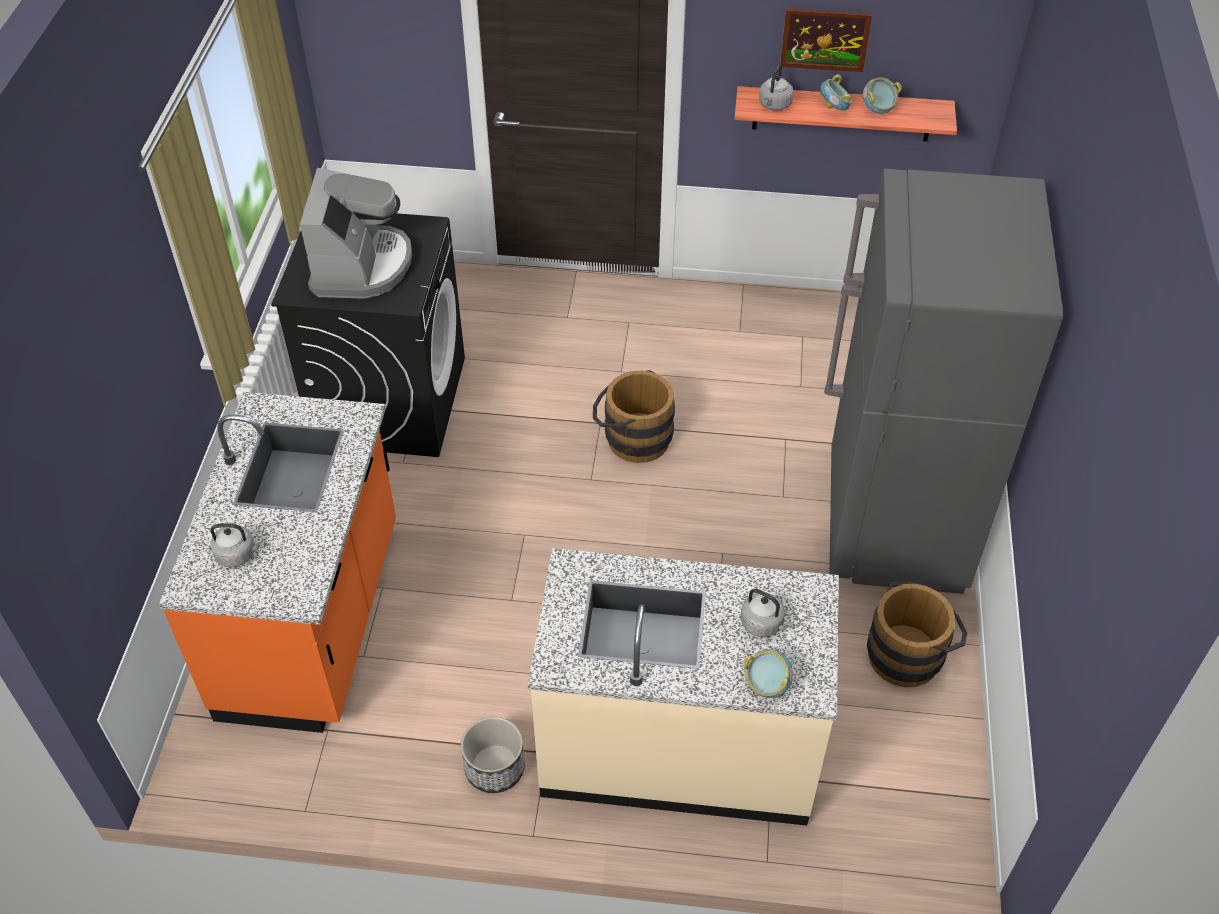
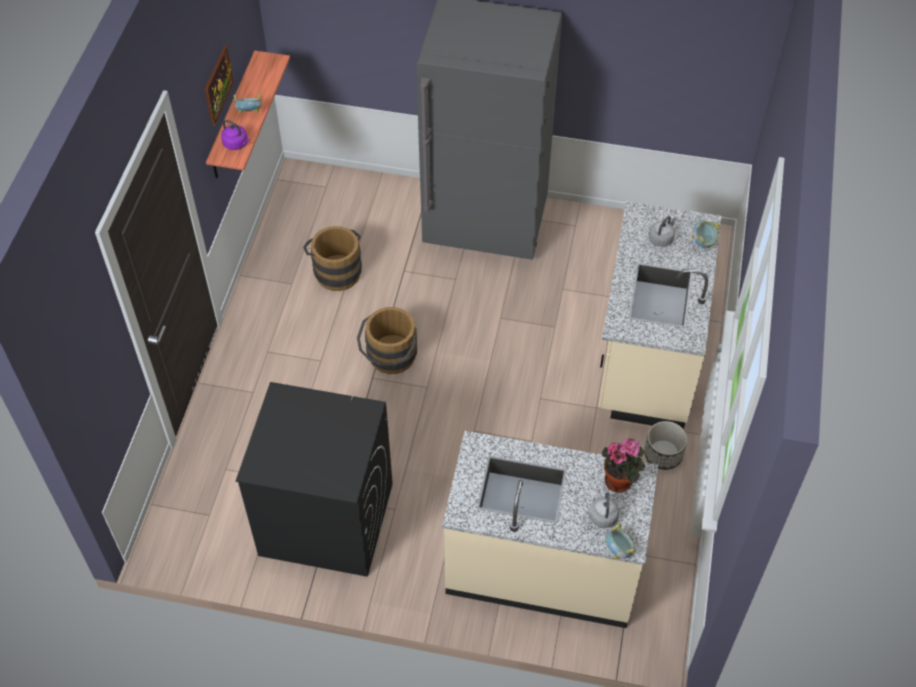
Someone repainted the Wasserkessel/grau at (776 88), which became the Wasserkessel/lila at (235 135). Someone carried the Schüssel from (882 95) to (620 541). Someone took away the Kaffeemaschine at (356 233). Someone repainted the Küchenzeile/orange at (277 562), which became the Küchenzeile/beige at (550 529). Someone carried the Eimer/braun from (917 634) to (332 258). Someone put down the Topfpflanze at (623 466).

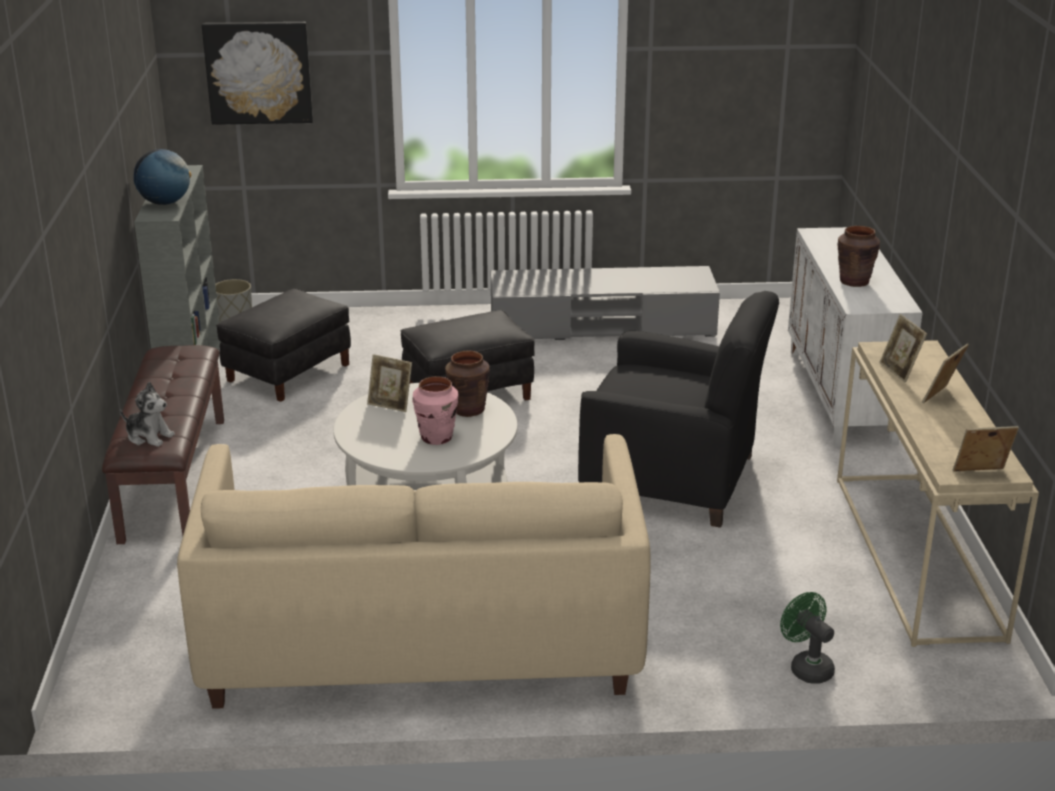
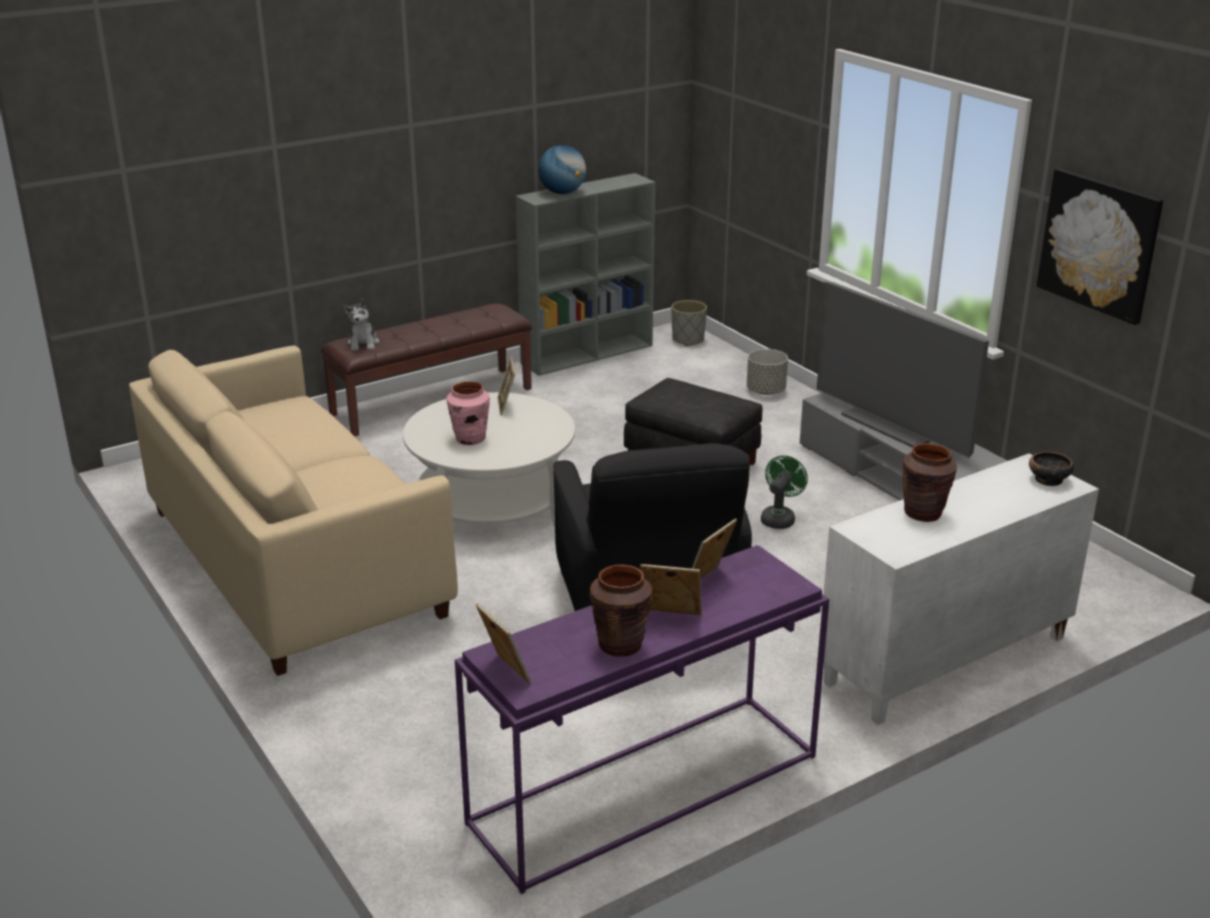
Someone carried the Bild from (257 73) to (1099 246). Someone took away the Polsterhocker/schwarz at (283 345). Someone repainted the Konsolentisch/beige at (938 493), which became the Konsolentisch/lila at (642 719). Someone carried the Vase/braun from (467 384) to (621 611). Someone carried the Ventilator/grün from (807 638) to (784 492). Someone put down the Fernseher at (903 370). Someone put down the Pflanzkübel/grau at (767 372). Someone put down the Schüssel at (1051 469).

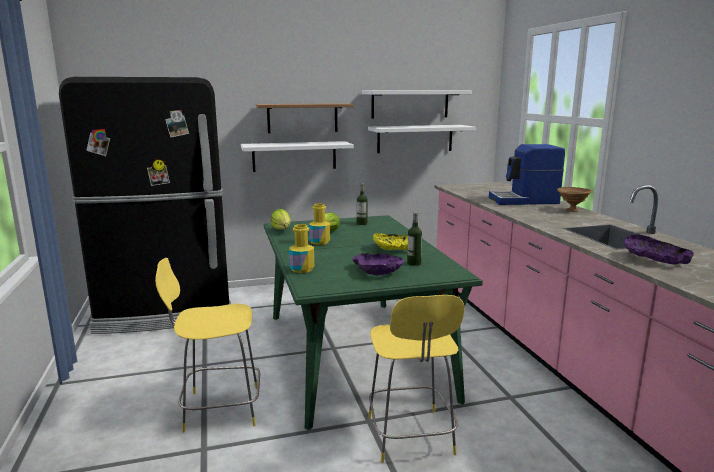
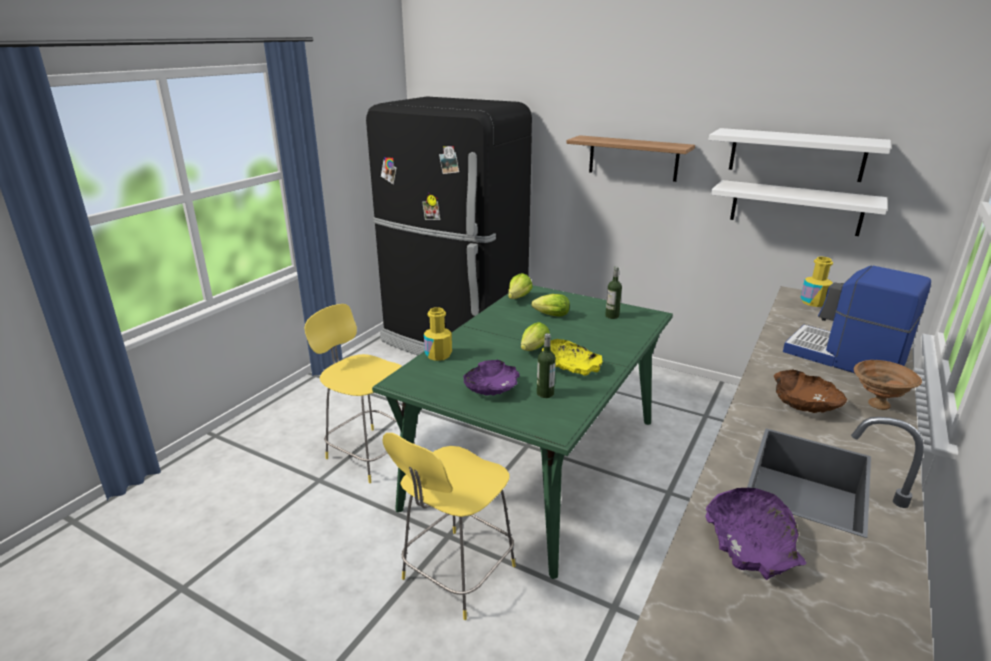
Someone took away the Wandregal/weiß at (297 156). Someone carried the Flasche/gelb from (319 224) to (817 282). Someone put down the Salatkopf at (535 336). Someone put down the Schüssel/braun at (810 391).

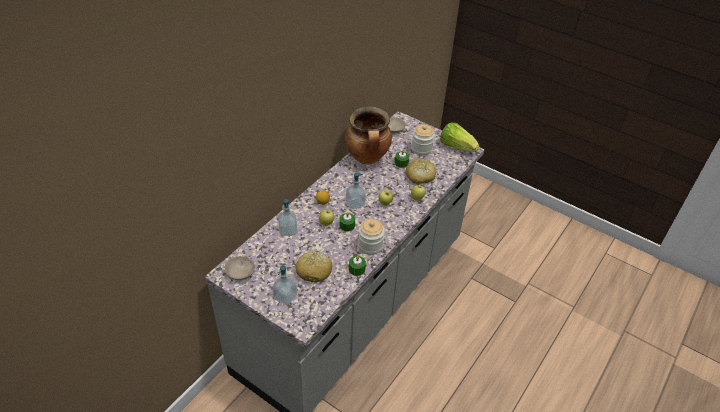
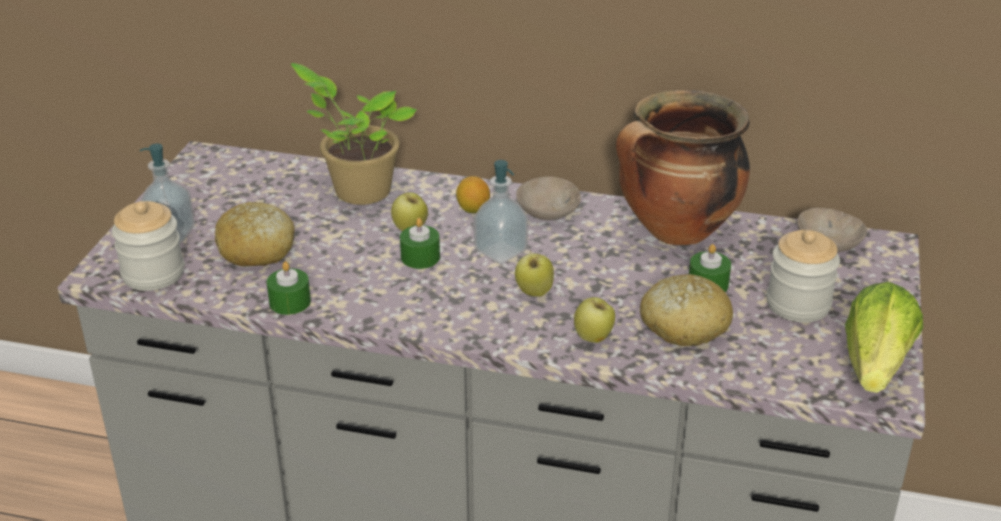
Someone swapped the Seifenspender at (287 217) for the Topfpflanze at (354 134). Someone carried the Vorratsglas from (371 237) to (148 246). Someone carried the Schüssel/beige from (240 268) to (548 198).

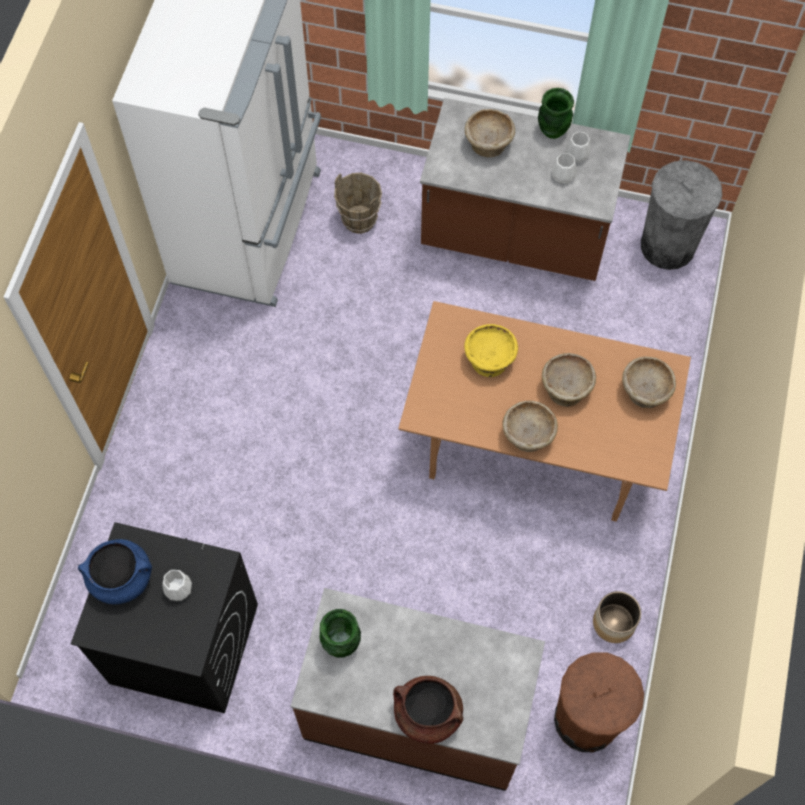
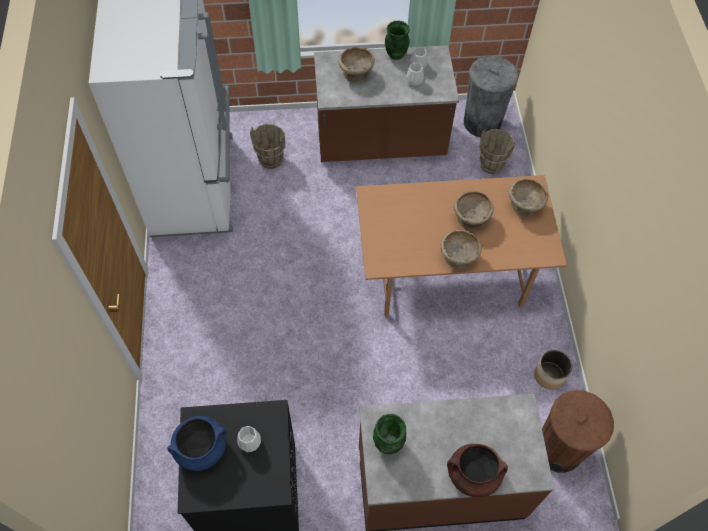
Someone took away the Schüssel/gelb at (491 350). Someone put down the Eimer/braun at (497 151).

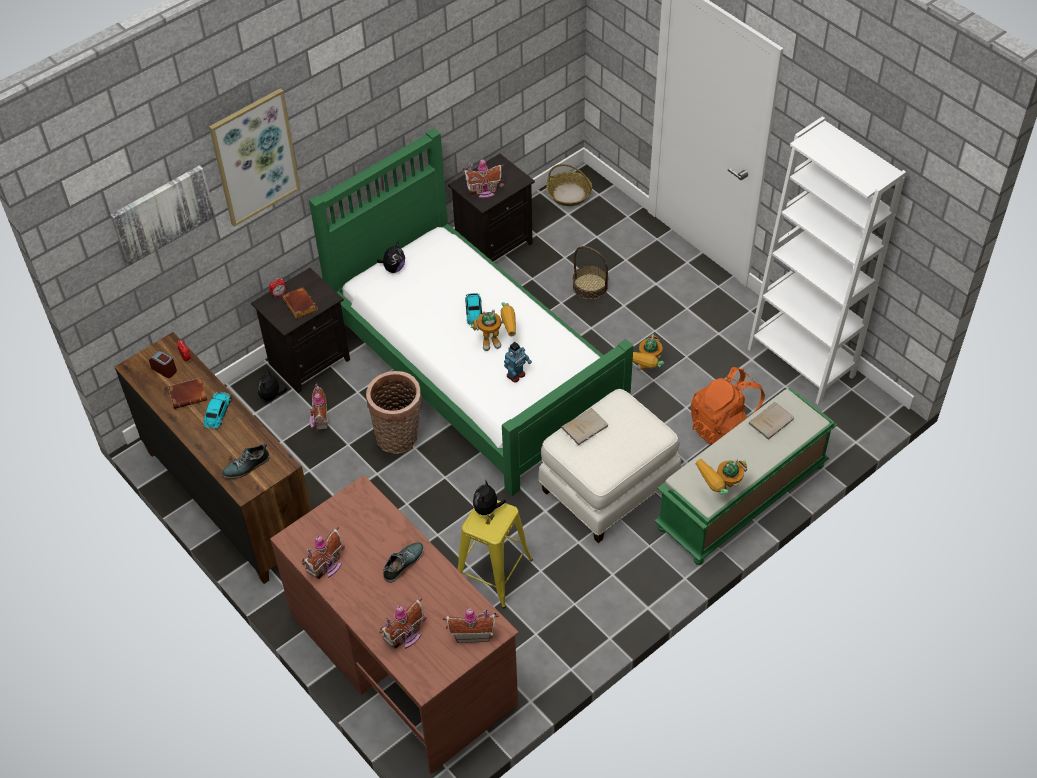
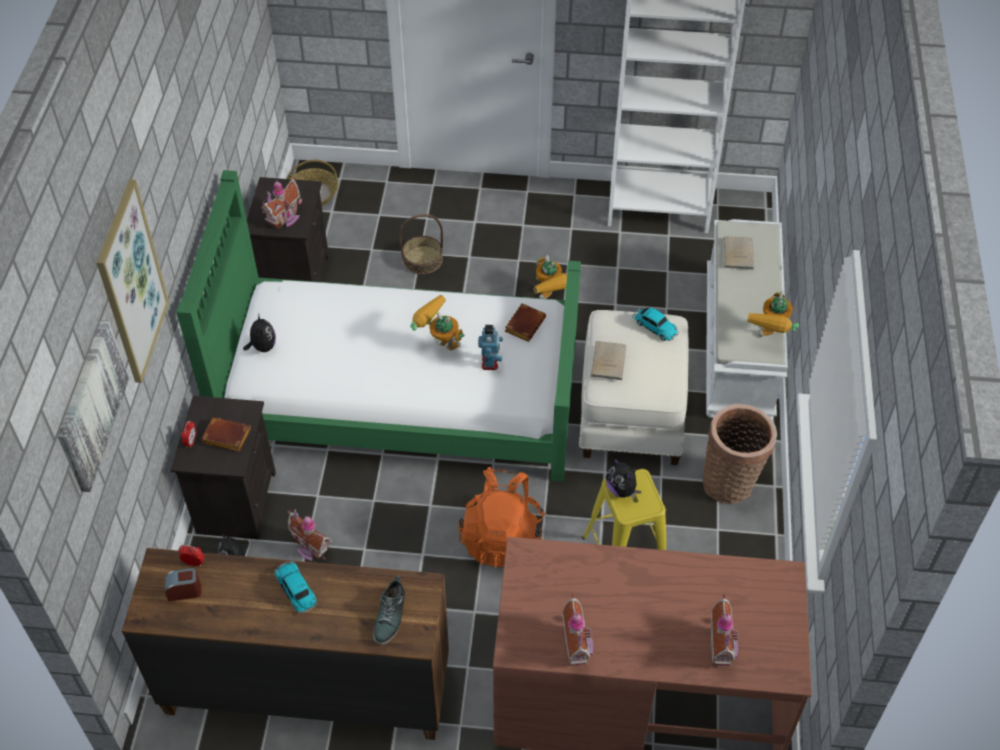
Someone carried the Spielzeugauto from (473 309) to (656 324). Someone rotated the Spielzeugroboter at (493 326) by 90 degrees counterclockwise. Someone carried the Rucksack/orange from (728 406) to (502 517). Someone carried the Korb from (394 412) to (740 454). Someone carried the Buch/braun from (187 393) to (525 322). Someone repainted the Bank/grün at (745 476), which became the Bank/weiß at (747 319). Someone took away the Schuh at (403 563). Someone took away the Spielzeughaus at (471 625).

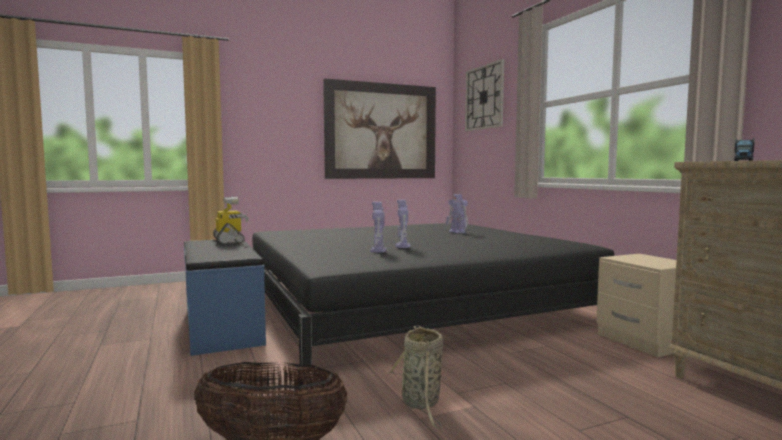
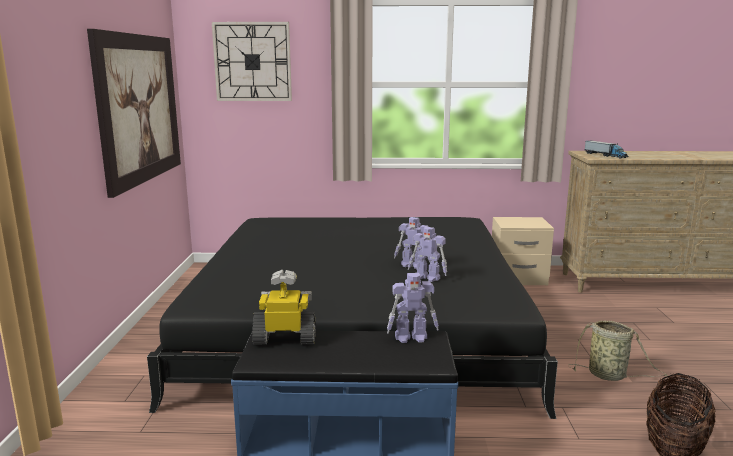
Someone carried the Spielzeugroboter from (457 213) to (413 308).

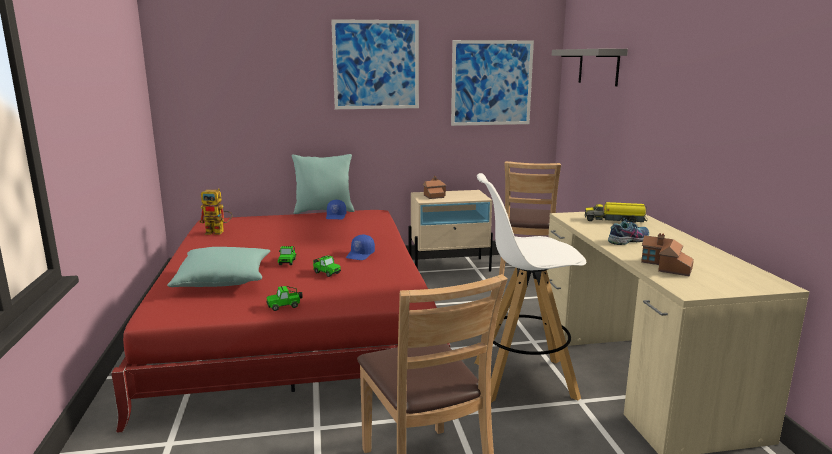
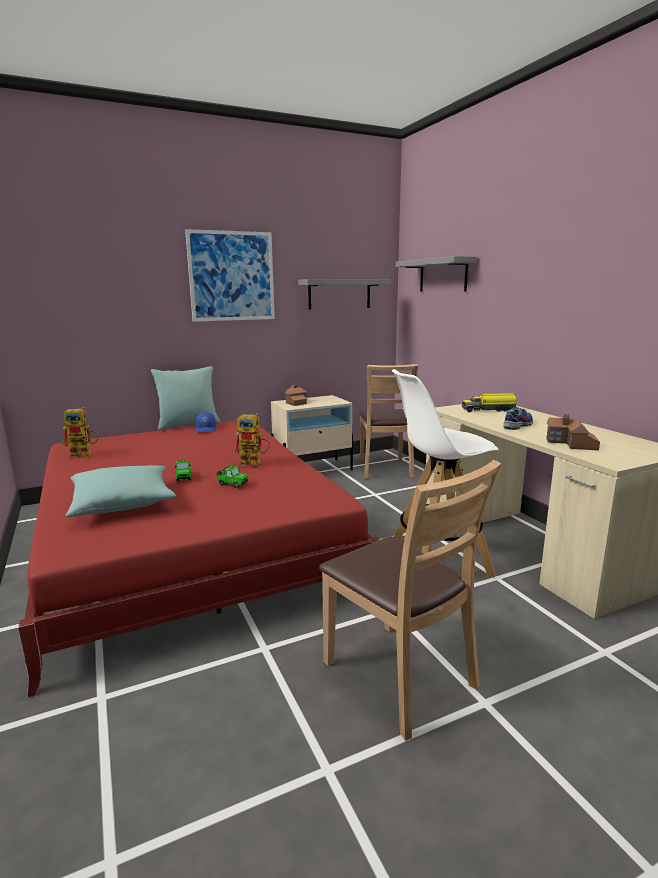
Someone swapped the Bild at (492 83) for the Wandregal/grau at (344 294). Someone swapped the Kappe/blau at (360 247) for the Spielzeugroboter at (252 440). Someone took away the Spielzeugauto at (284 298).

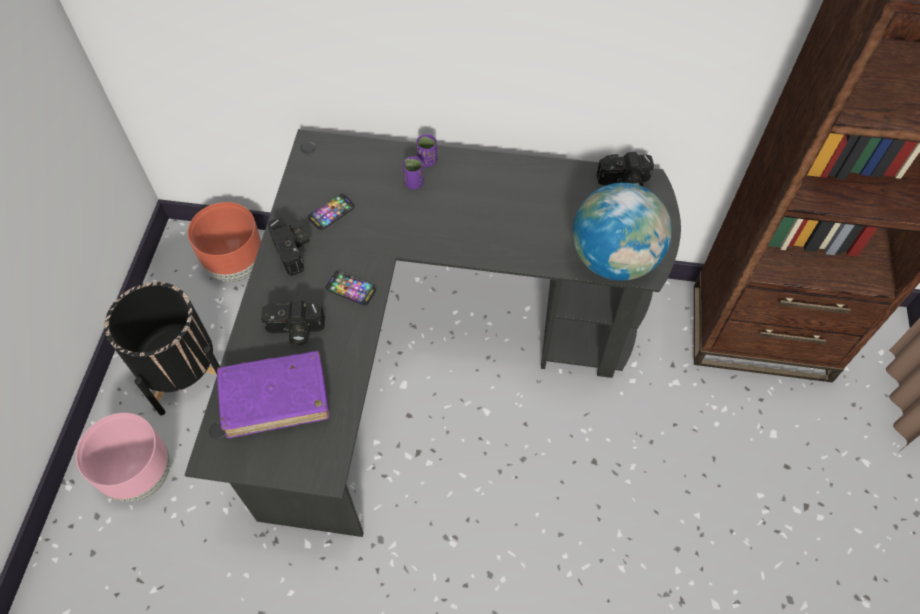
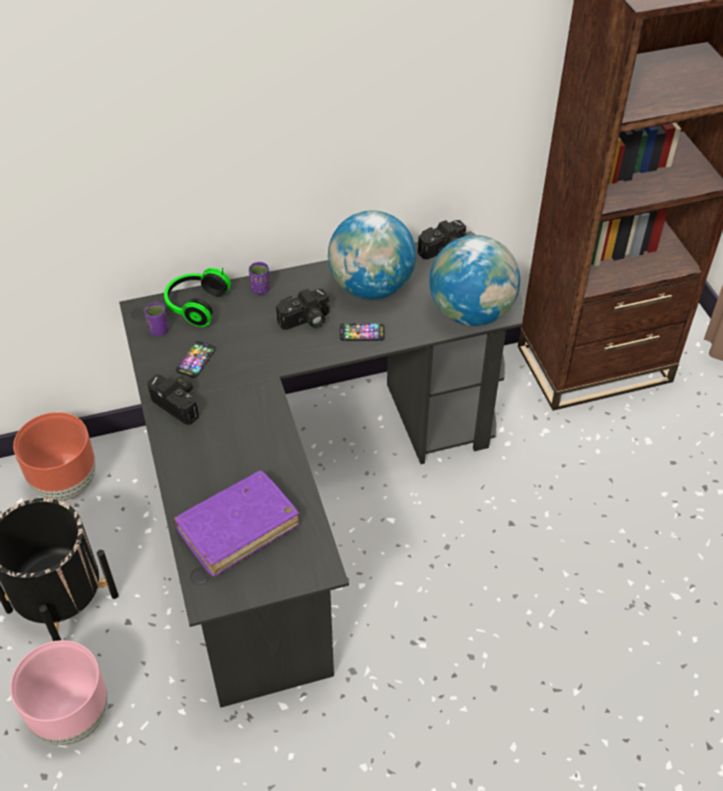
Someone carried the Tasse/lila from (413 172) to (156 319). Someone carried the Handy from (351 288) to (362 332). Someone carried the Kamera from (293 322) to (302 309). Someone put down the Globus at (372 255). Someone put down the Kopfhörer at (197 297).

